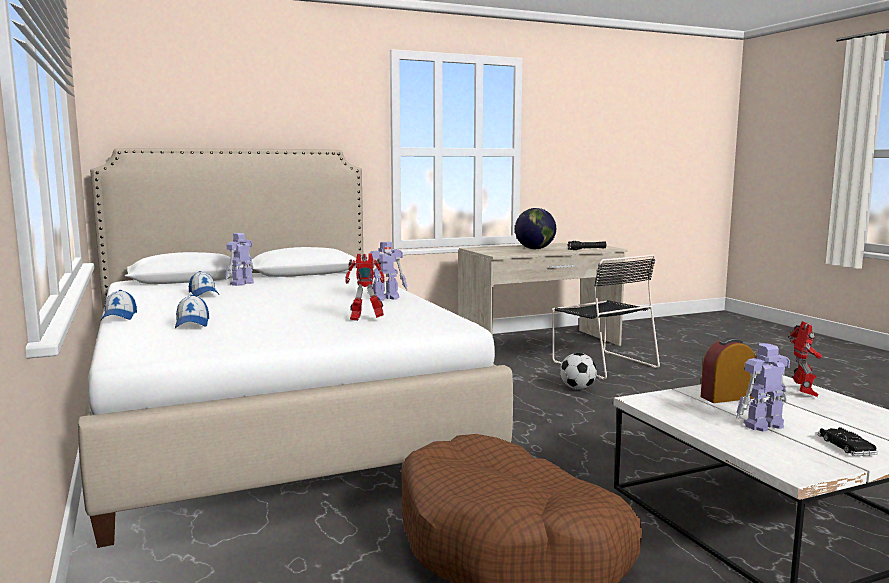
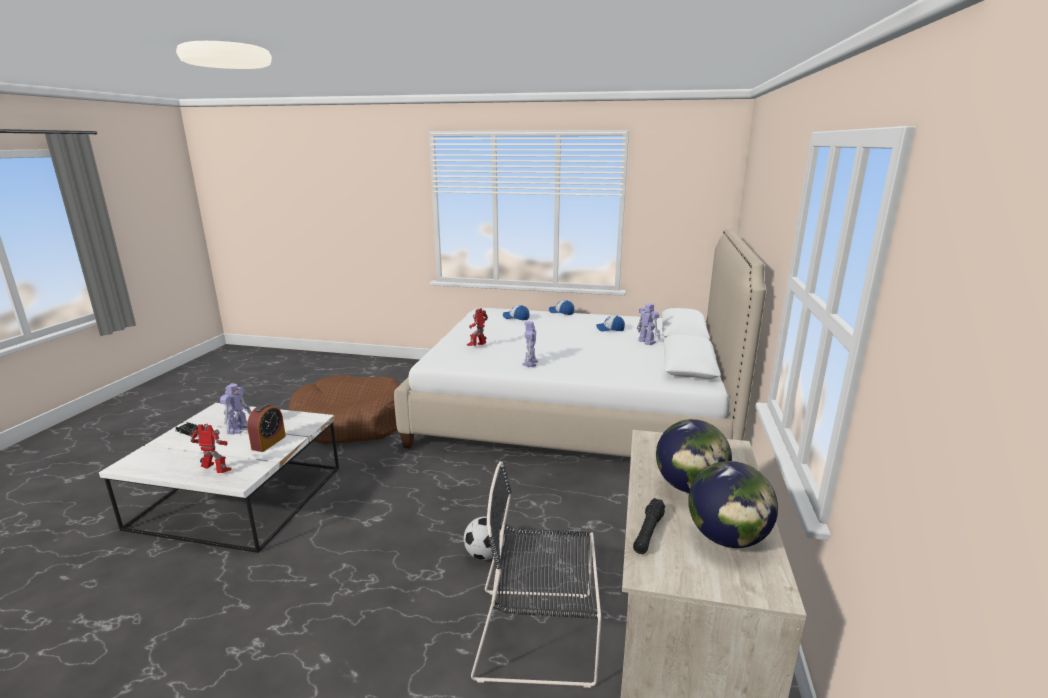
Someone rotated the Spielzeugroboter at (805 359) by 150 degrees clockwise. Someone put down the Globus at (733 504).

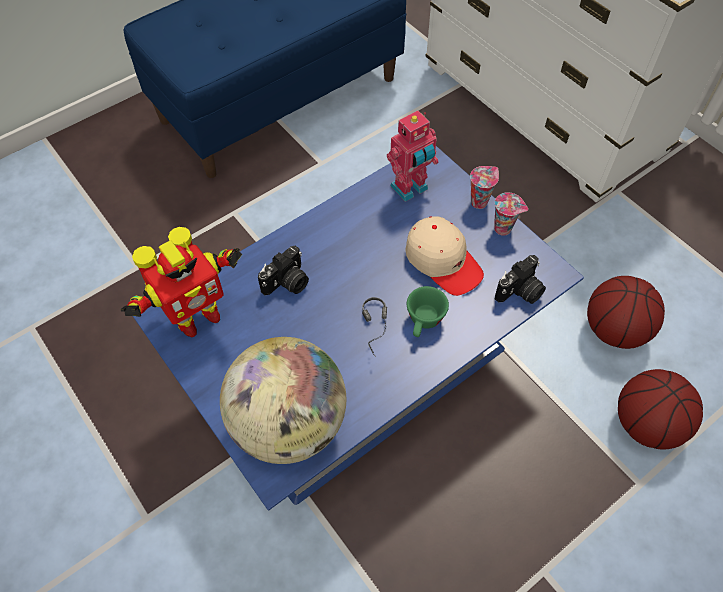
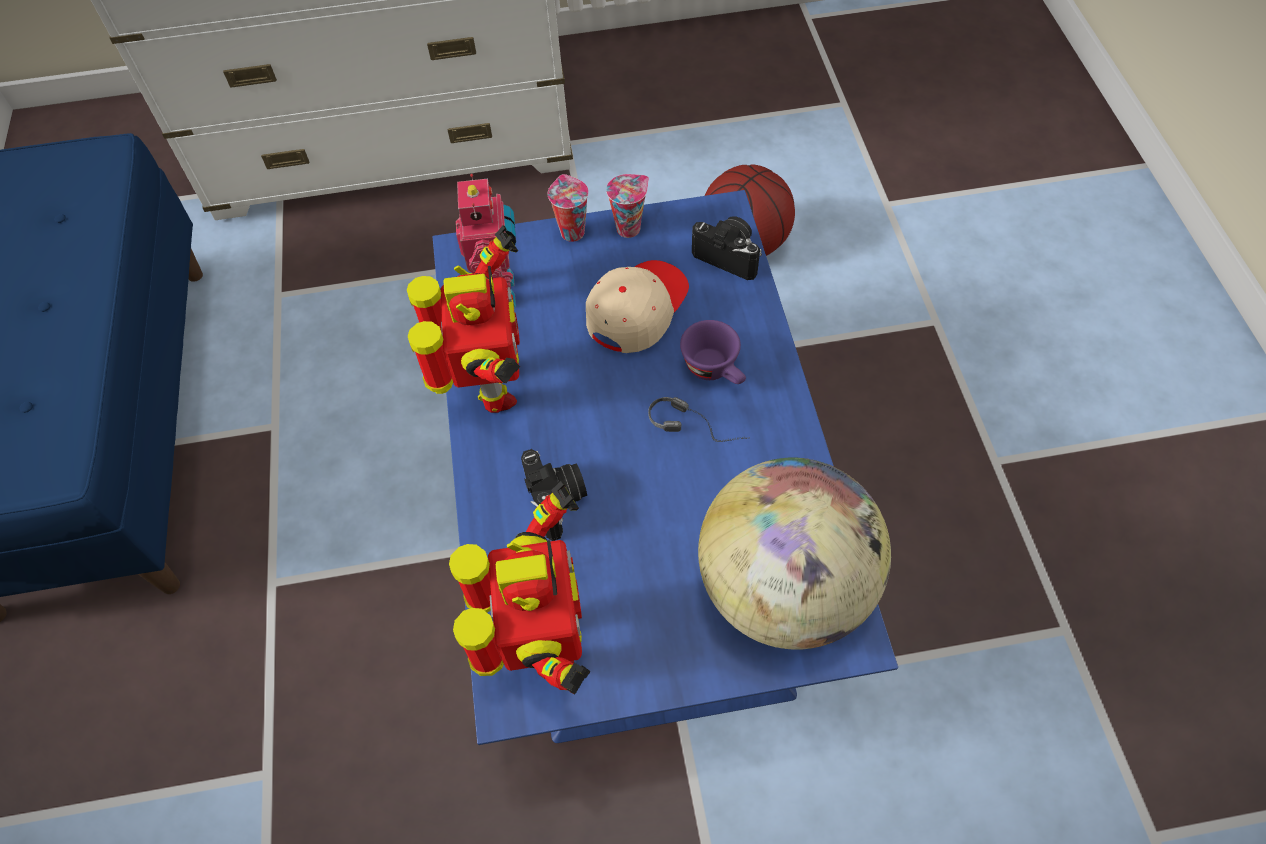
Someone rotated the Kappe/beige at (444 256) by 45 degrees counterclockwise. Someone rotated the Kamera at (520 279) by 45 degrees counterclockwise. Someone repainted the Tasse/grün at (428 311), which became the Tasse/lila at (713 352). Someone took away the Basketball at (660 409). Someone put down the Spielzeugroboter at (463 319).

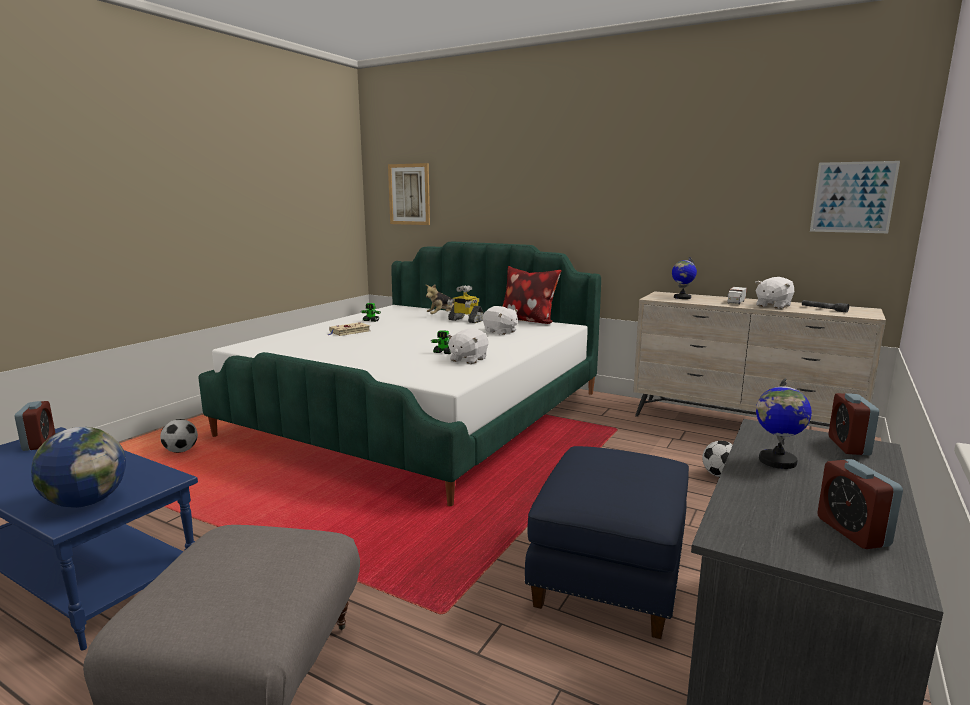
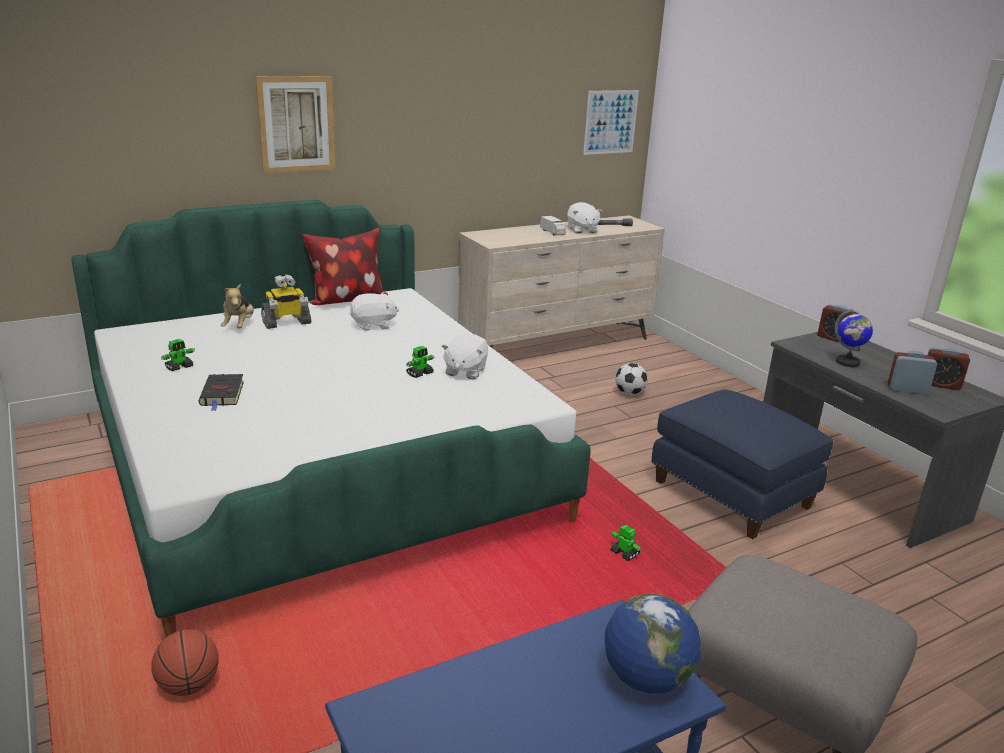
Someone carried the Bild from (409 194) to (295 124). Someone took away the Globus at (684 278). Someone repainted the Buch/beige at (349 329), which became the Buch/schwarz at (221 392). Someone rotated the Plüschtier/weiß at (467 346) by 45 degrees clockwise. Someone carried the Wecker from (35 426) to (912 373). Someone swapped the Fußball at (179 436) for the Basketball at (184 663). Someone put down the Spielzeugroboter at (626 543).

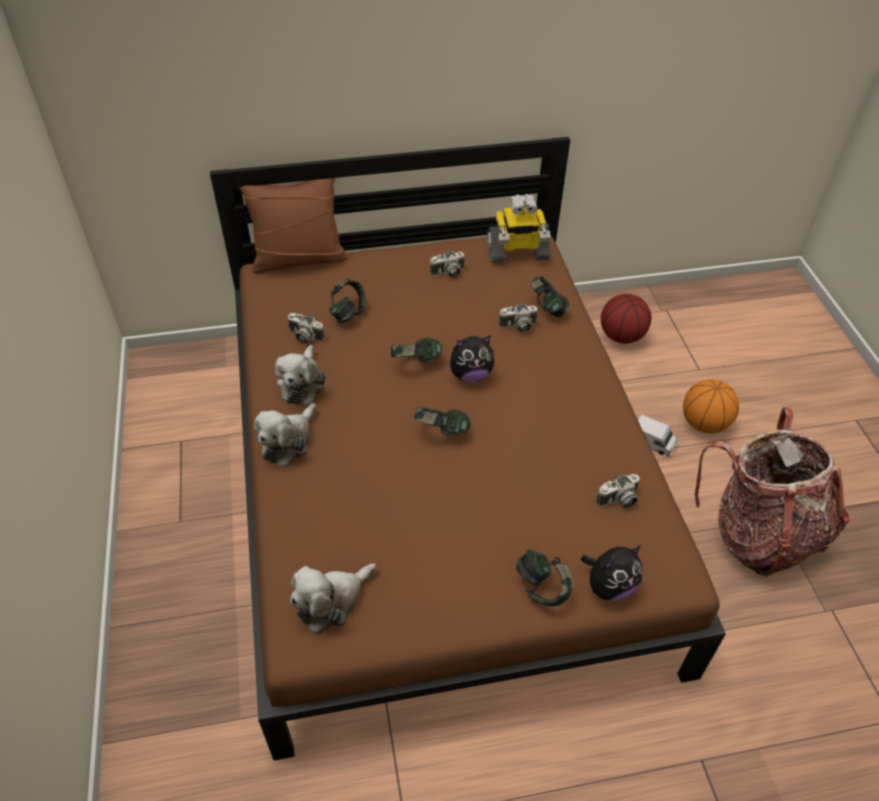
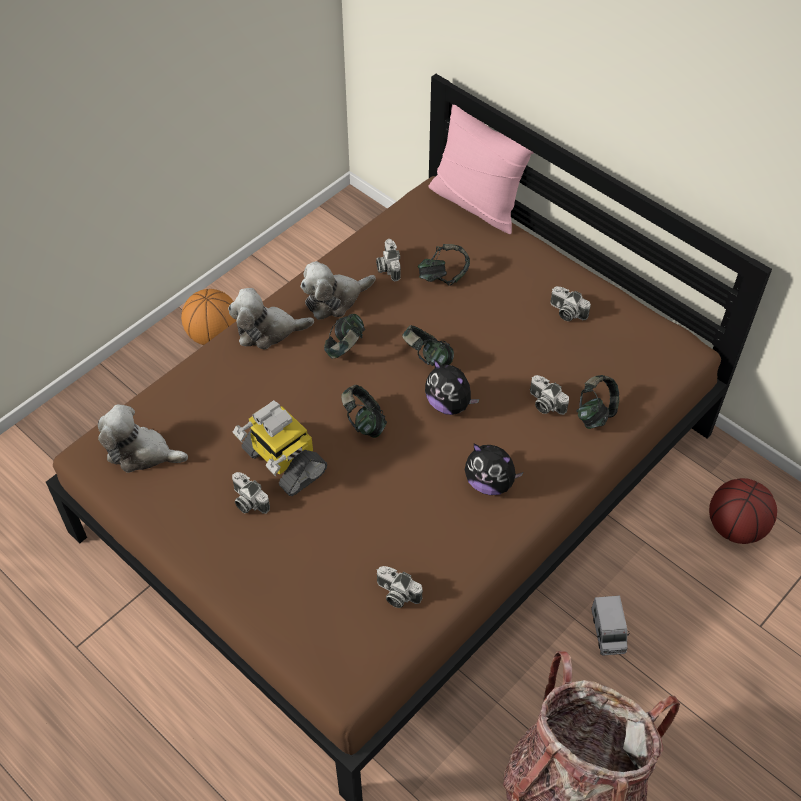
Someone repainted the Kissen/braun at (293 225), which became the Kissen/rosa at (481 169). Someone carried the Spielzeugroboter from (518 228) to (280 448). Someone carried the Basketball from (711 406) to (208 317). Someone carried the Plüschtier from (611 573) to (494 469). Someone carried the Kopfhörer from (544 578) to (344 336). Someone put down the Kamera at (251 493).

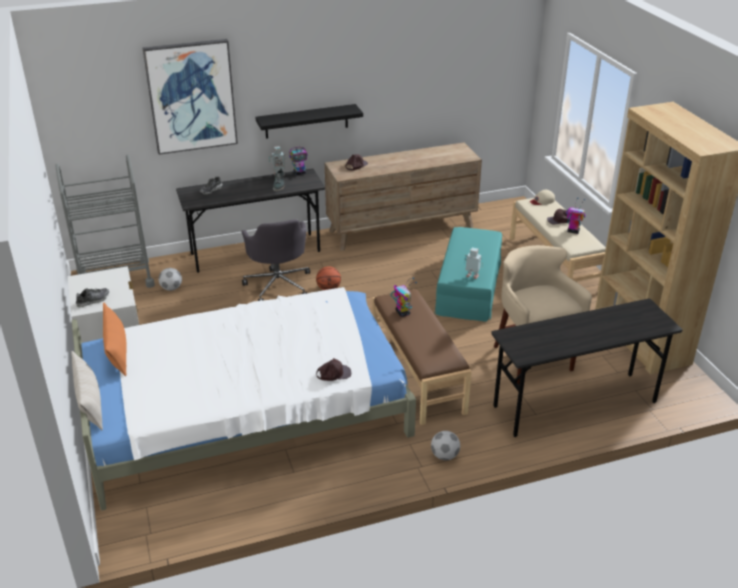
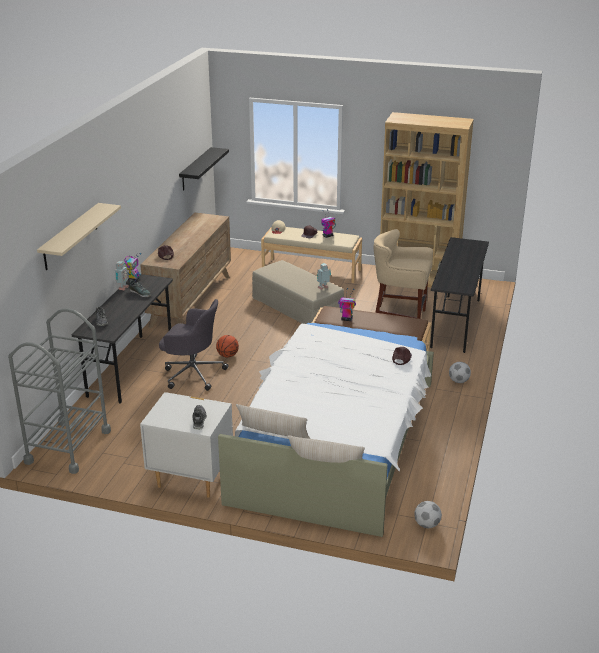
Someone swapped the Bild at (190 97) for the Wandregal/beige at (79 236). Someone carried the Wandregal/schwarz from (309 121) to (204 169). Someone repainted the Polsterhocker/türkis at (468 274), which became the Polsterhocker/beige at (298 292). Someone carried the Fußball from (170 279) to (428 514). Someone repainted the Kissen/orange at (115 339), which became the Kissen/beige at (273 421).

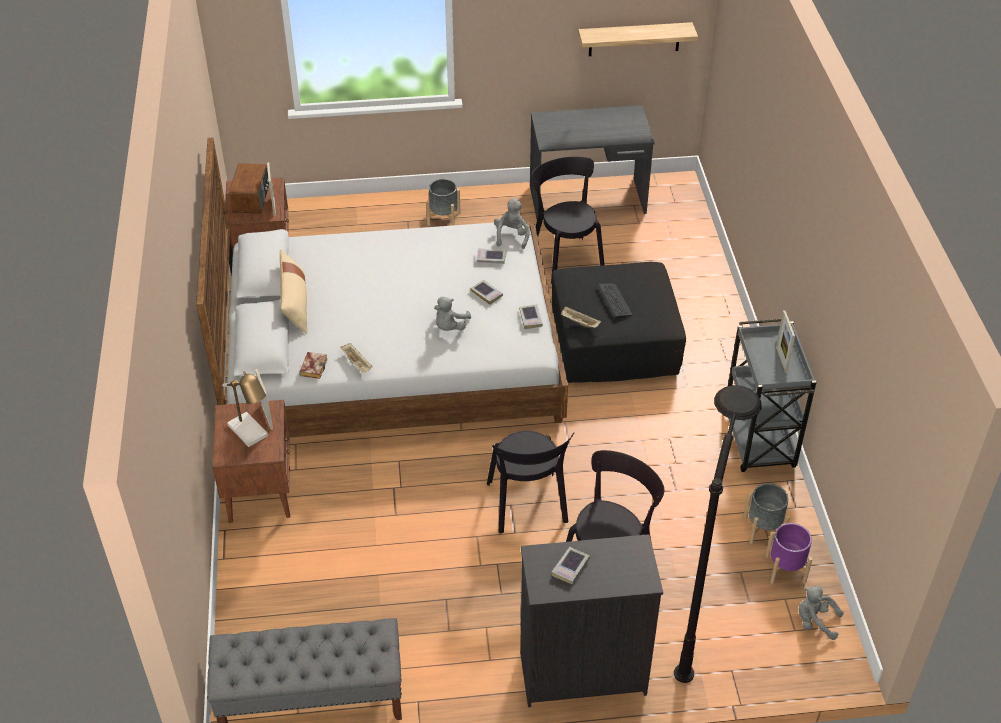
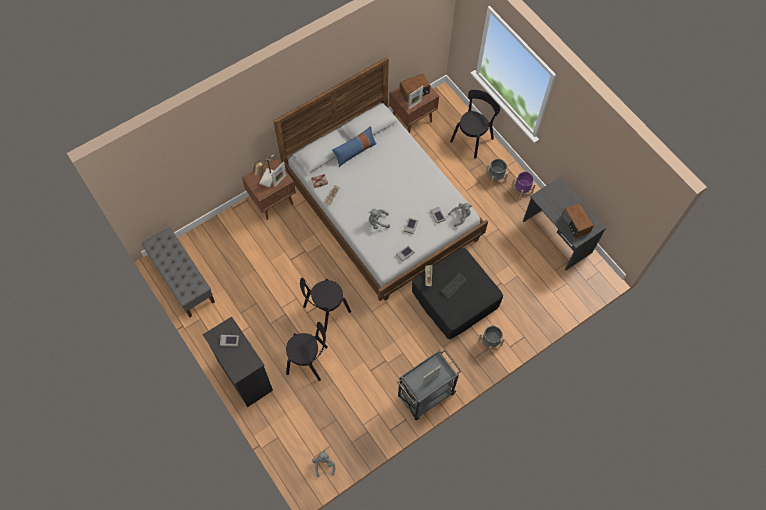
Someone took away the Wandregal at (638 39). Someone carried the Stuhl/schwarz from (568 220) to (475 124). Someone repainted the Kissen/beige at (293 291), which became the Kissen/blau at (354 146). Someone took away the Stehlampe/schwarz at (718 534). Someone carried the Pflanzkübel/grau from (766 513) to (491 339). Someone carried the Pflanzkübel/lila from (789 553) to (523 186). Someone put down the Radio at (578 220).

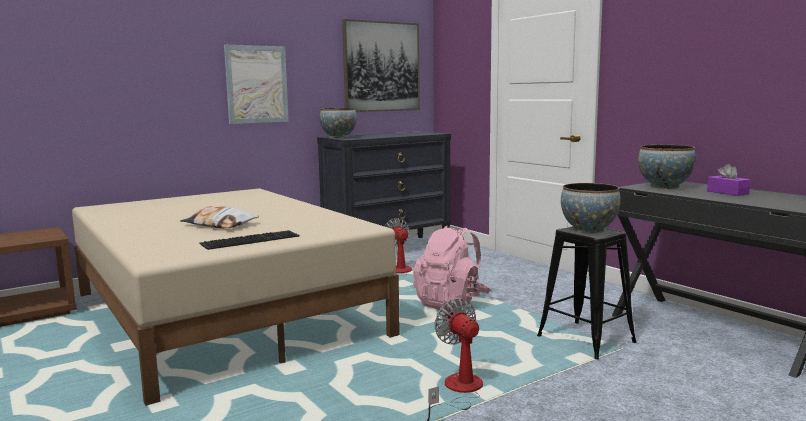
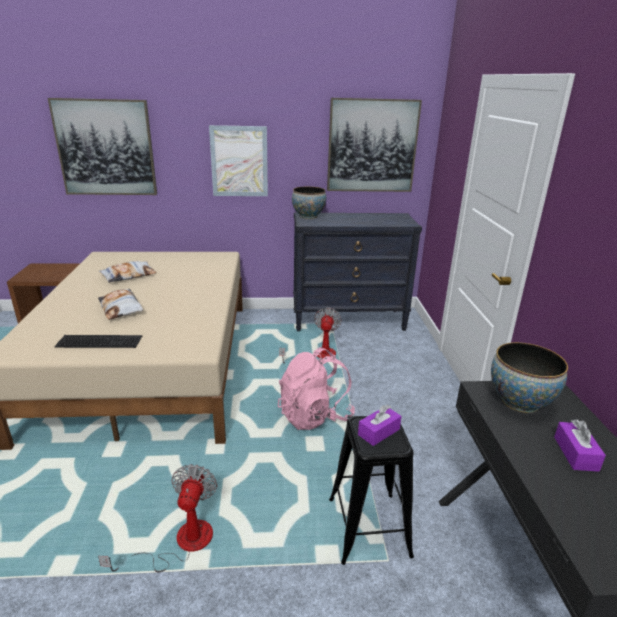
Someone swapped the Schüssel at (591 208) for the Taschentuchbox/lila at (380 425). Someone put up the Bild at (102 146). Someone put down the Kissen at (127 272).

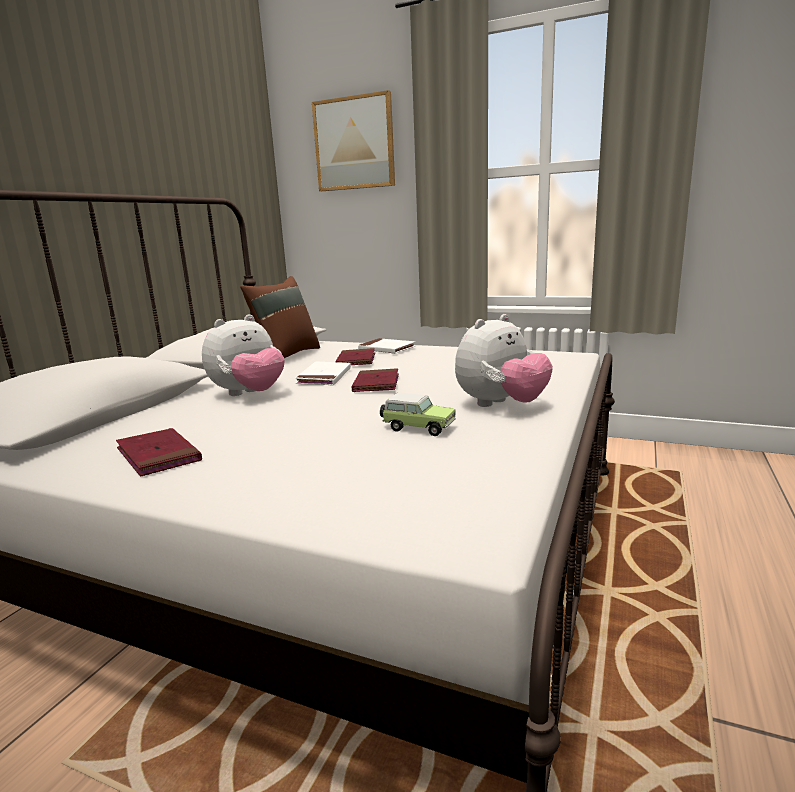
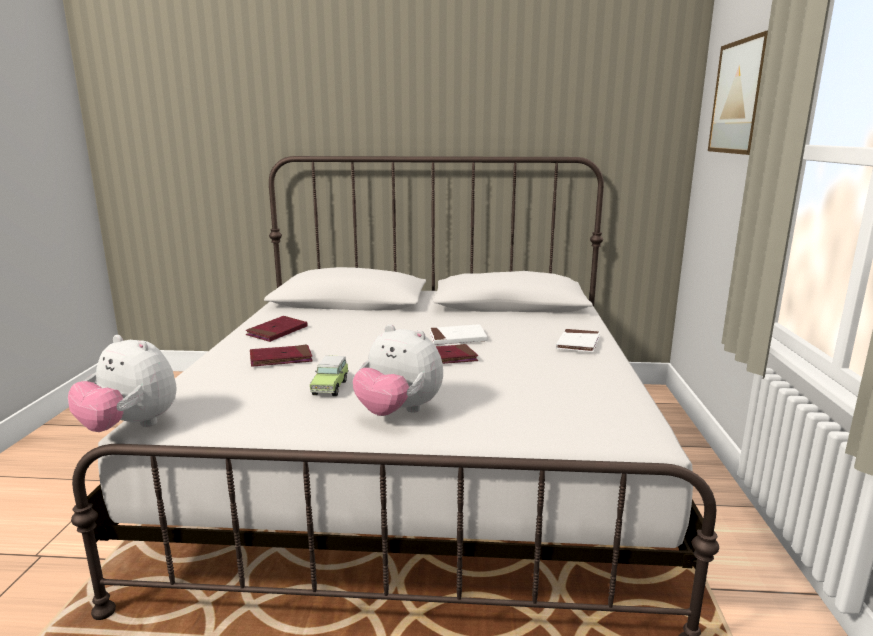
Someone took away the Kissen/braun at (280 317). Someone carried the Plüschtier from (243 355) to (122 383). Someone carried the Buch/rot from (355 356) to (281 355).

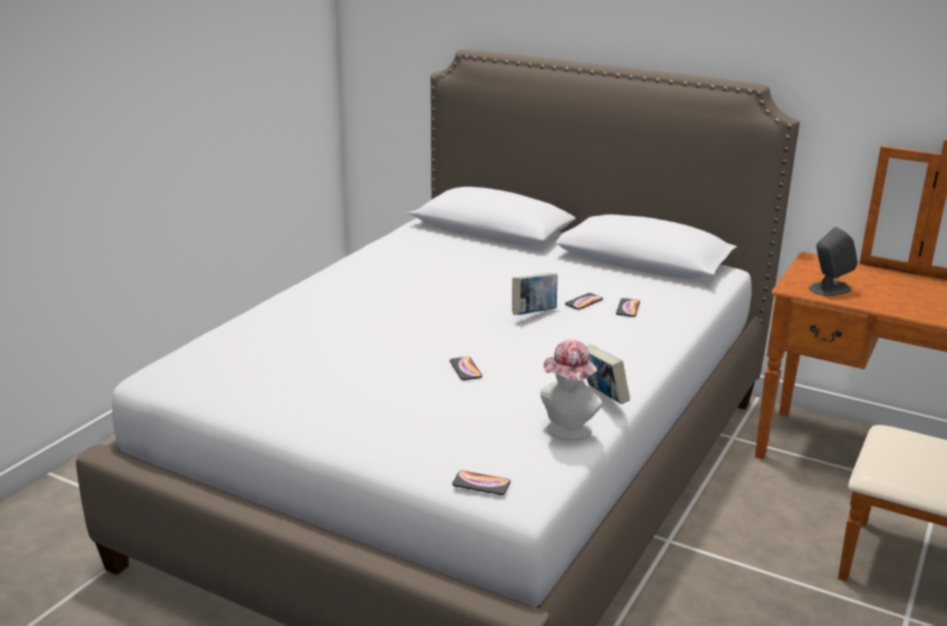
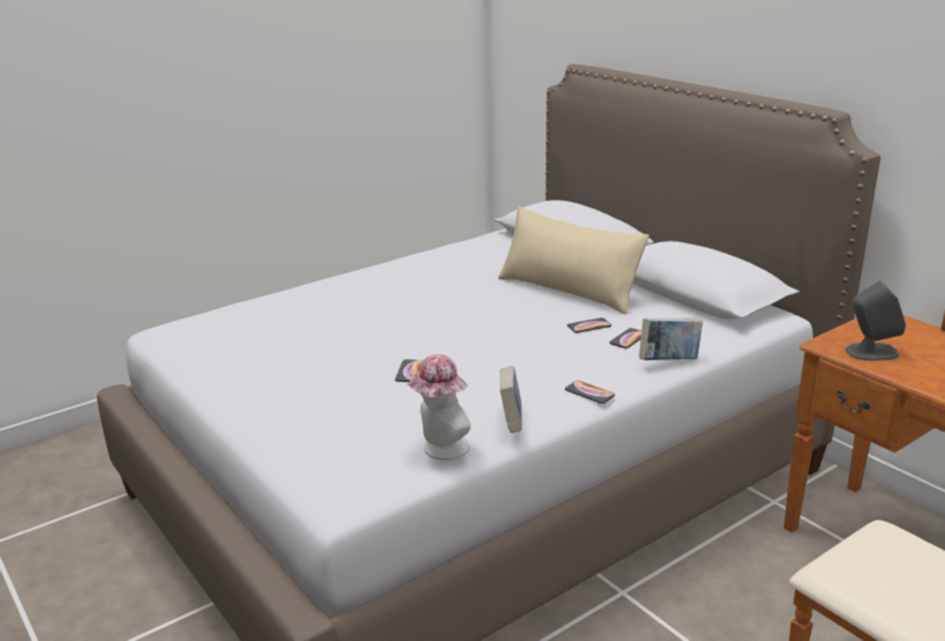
Someone carried the Buch from (535 294) to (671 339). Someone carried the Handy from (481 483) to (590 392). Someone put down the Kissen/beige at (573 260).

